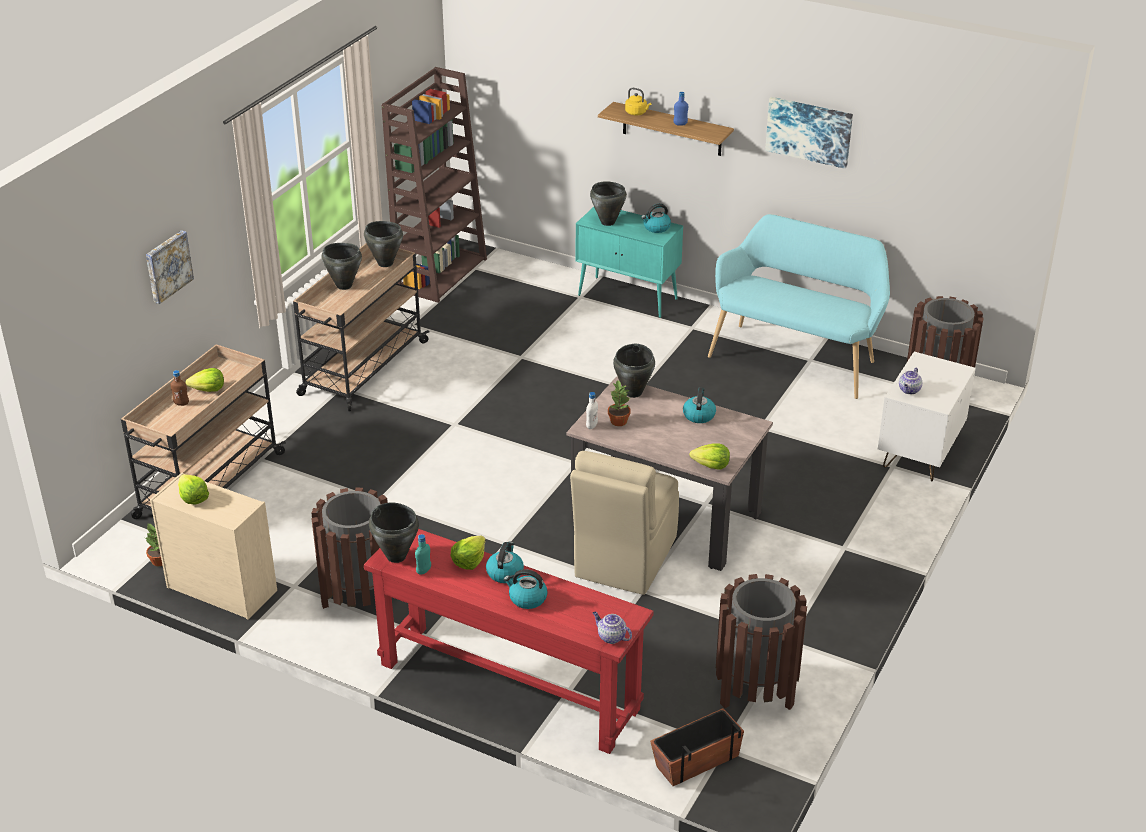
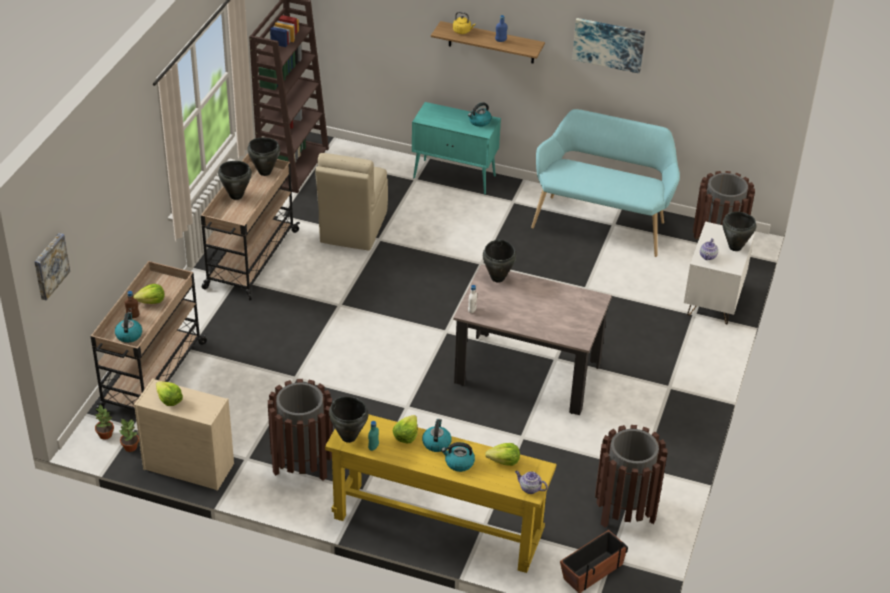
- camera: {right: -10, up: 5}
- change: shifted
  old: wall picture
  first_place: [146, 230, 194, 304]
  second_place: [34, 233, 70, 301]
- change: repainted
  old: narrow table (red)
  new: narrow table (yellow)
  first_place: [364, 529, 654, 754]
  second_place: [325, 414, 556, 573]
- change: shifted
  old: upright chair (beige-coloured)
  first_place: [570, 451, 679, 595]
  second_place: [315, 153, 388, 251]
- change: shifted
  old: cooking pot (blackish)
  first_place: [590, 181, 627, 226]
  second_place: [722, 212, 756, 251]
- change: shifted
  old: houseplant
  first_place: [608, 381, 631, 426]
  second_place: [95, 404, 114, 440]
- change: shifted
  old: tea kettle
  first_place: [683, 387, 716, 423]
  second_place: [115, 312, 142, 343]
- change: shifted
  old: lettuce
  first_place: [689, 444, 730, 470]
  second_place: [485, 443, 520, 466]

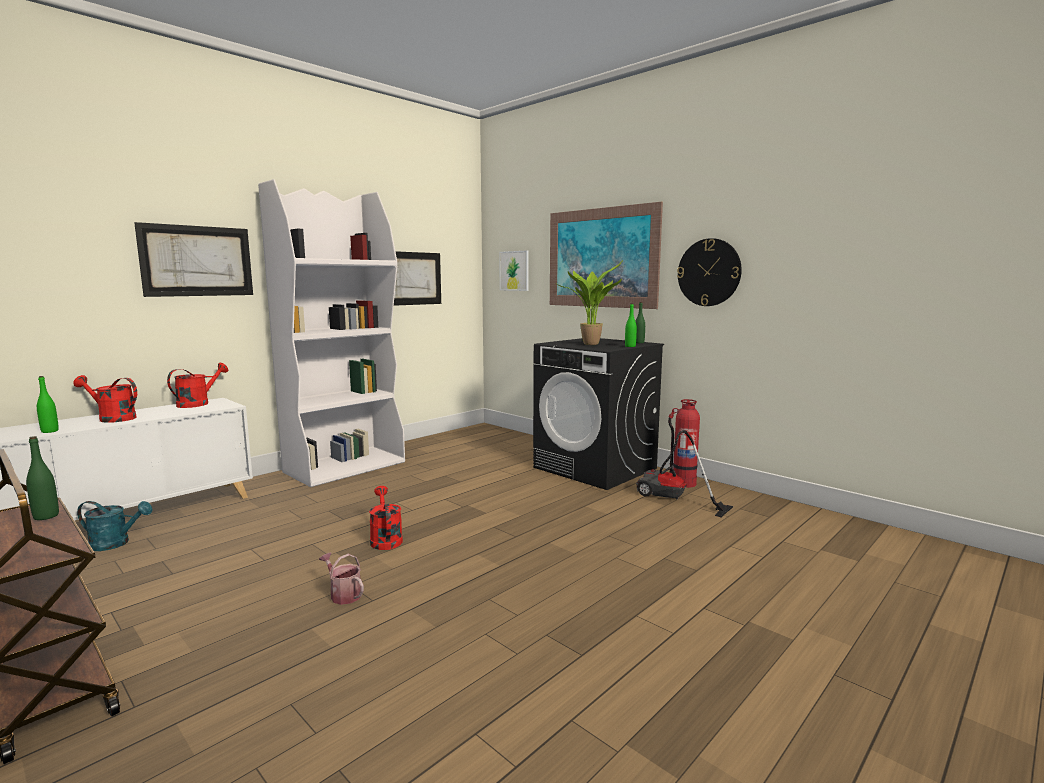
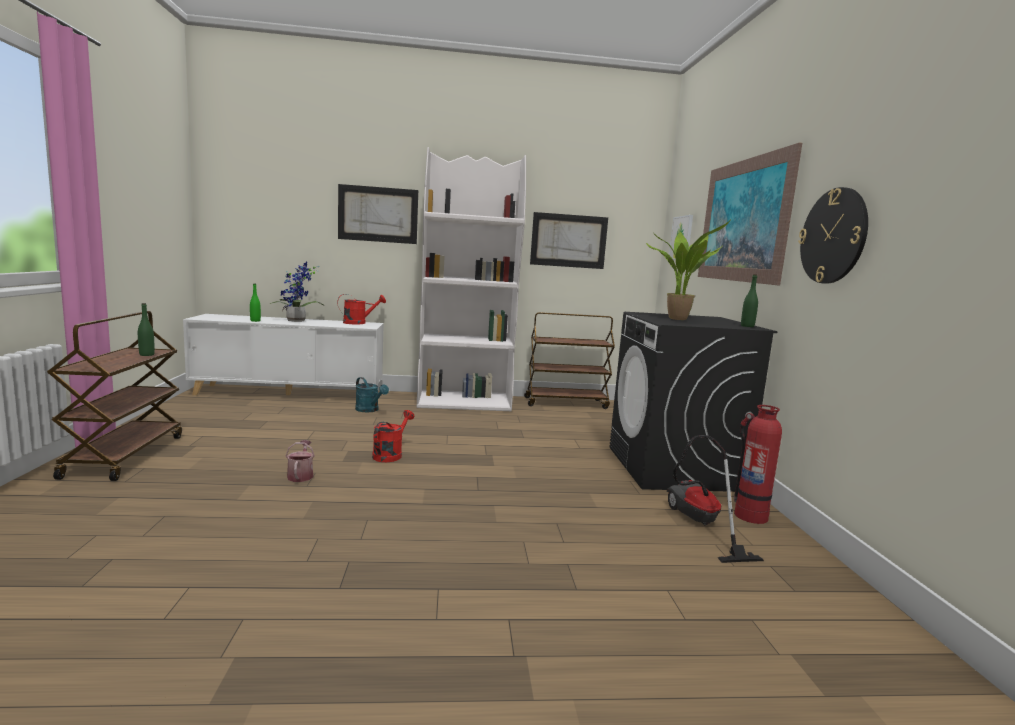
- camera: {right: 40, up: 0}
- change: swapped
  old: watering can (red)
  new: houseplant
  first_place: [73, 375, 137, 423]
  second_place: [270, 262, 325, 322]
- change: shifted
  old: watering can (blue-green)
  first_place: [77, 501, 153, 551]
  second_place: [355, 377, 389, 412]
- change: gone
  old: drink bottle (green)
  first_place: [625, 303, 637, 347]
- change: new
  new: cart (brownish)
  second_place: [524, 312, 615, 409]

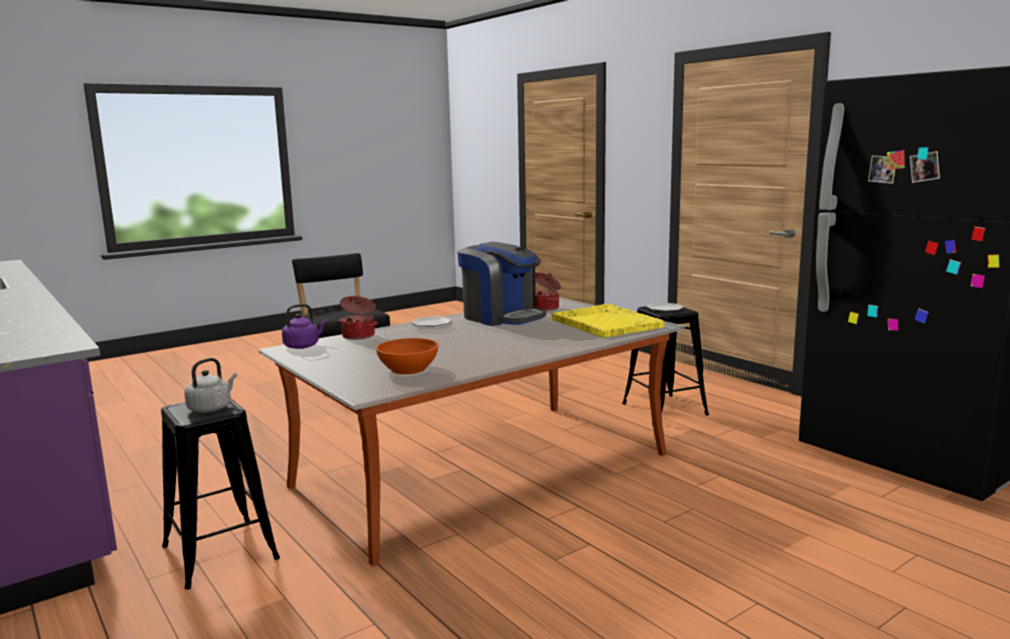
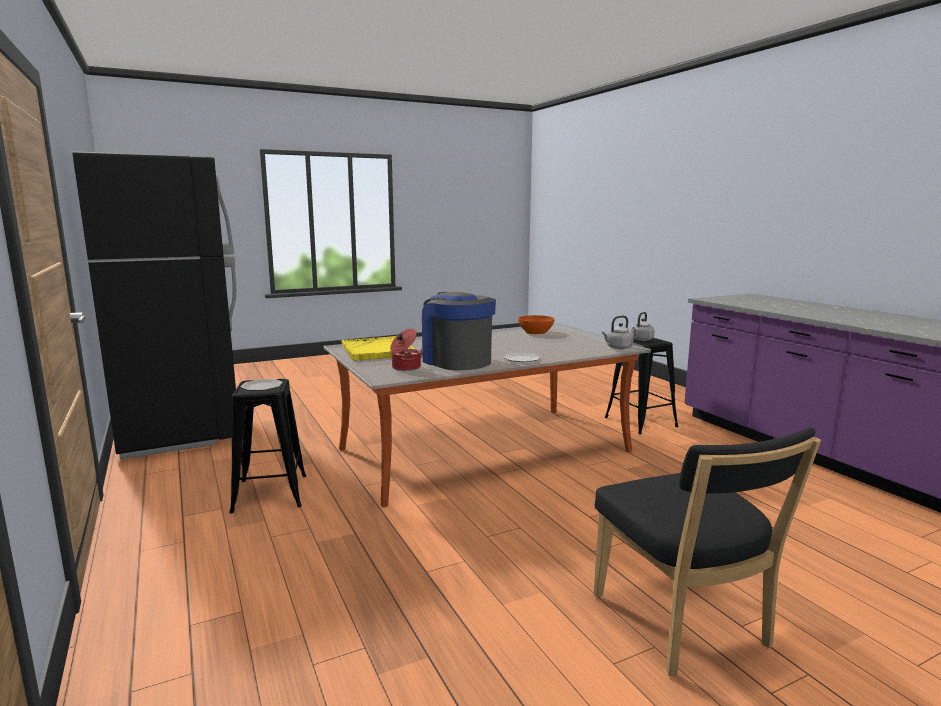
- camera: {right: -170, up: 0}
- change: repainted
  old: tea kettle (purple-coloured)
  new: tea kettle (greyish)
  first_place: [282, 304, 327, 349]
  second_place: [602, 316, 634, 349]
- change: gone
  old: cooking pot
  first_place: [338, 296, 378, 340]

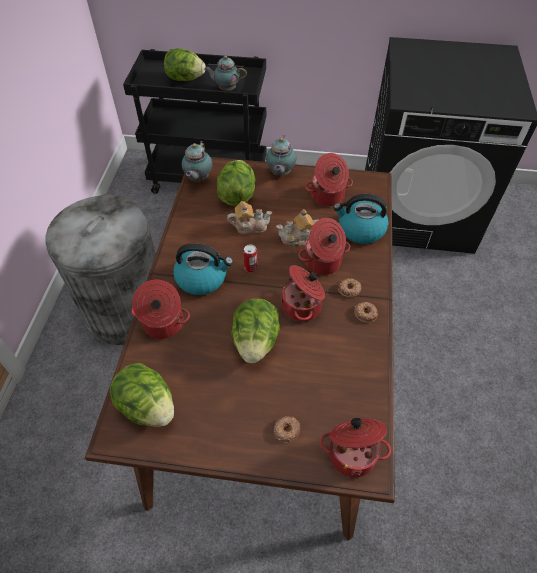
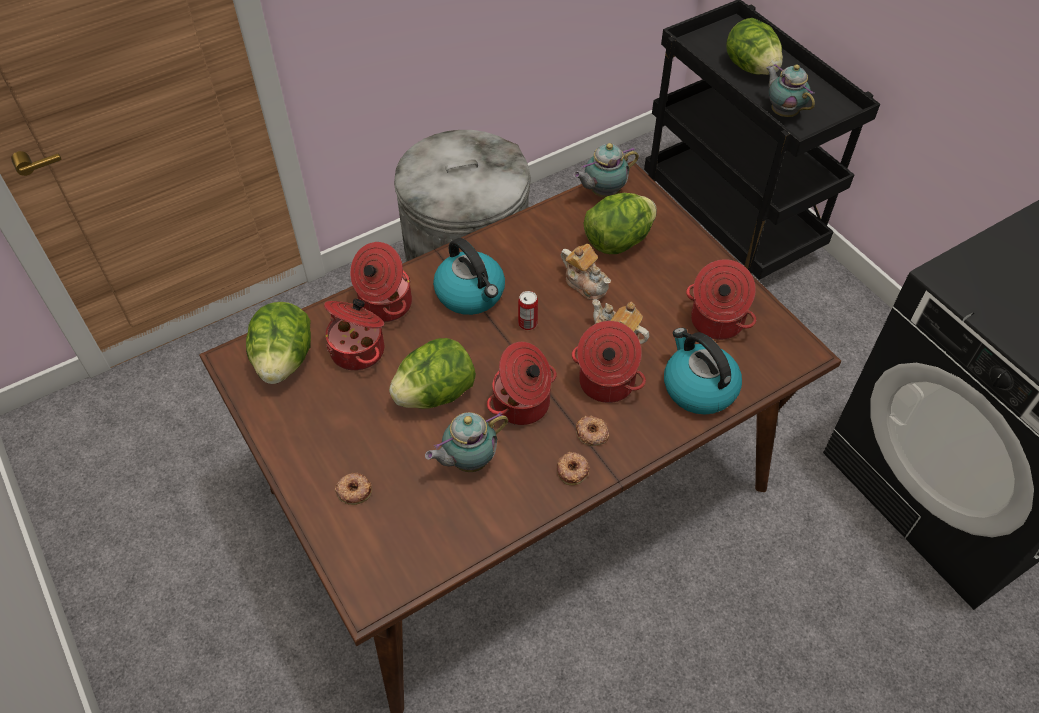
- camera: {right: 50, up: 0}
- change: shifted
  old: pot for tea
  first_place: [266, 135, 296, 176]
  second_place: [425, 412, 508, 472]
- change: shifted
  old: cooking pot
  first_place: [320, 418, 391, 477]
  second_place: [324, 298, 384, 371]

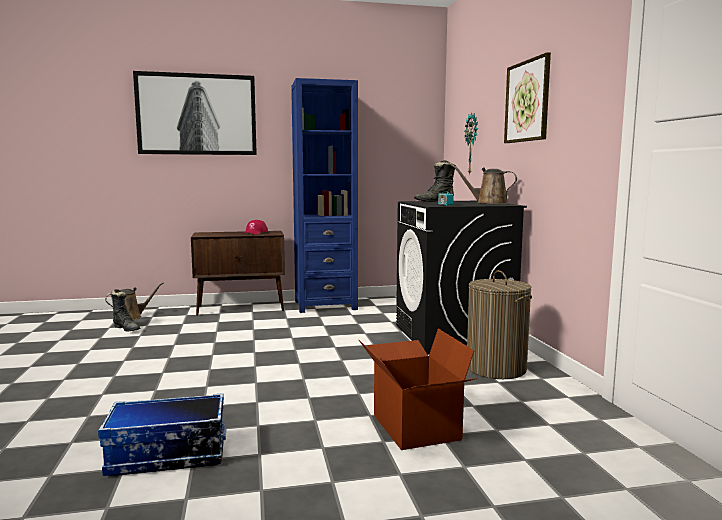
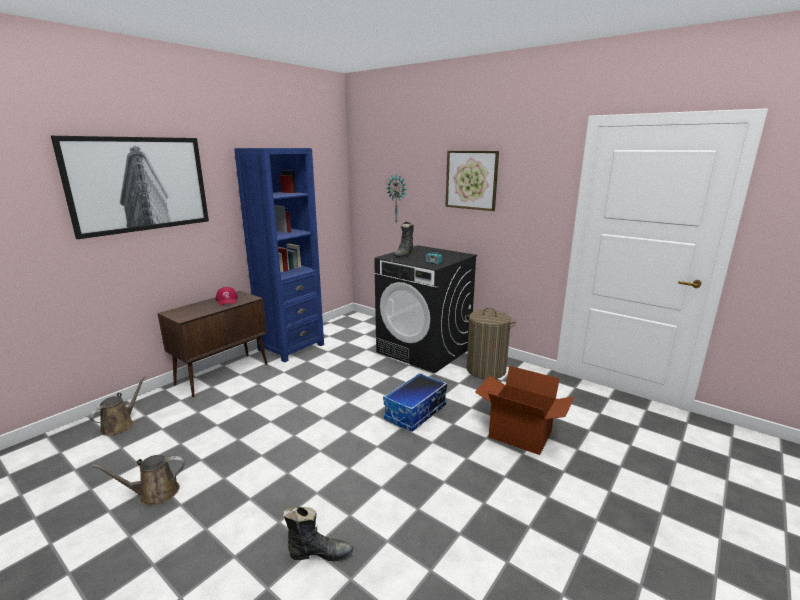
- camera: {right: -40, up: 10}
- change: shifted
  old: storage container
  first_place: [98, 393, 226, 476]
  second_place: [383, 373, 447, 432]
- change: shifted
  old: tall boot (blackish)
  first_place: [111, 289, 140, 331]
  second_place: [283, 507, 353, 561]
- change: shifted
  old: watering can (brownish)
  first_place: [451, 165, 517, 204]
  second_place: [92, 455, 185, 505]

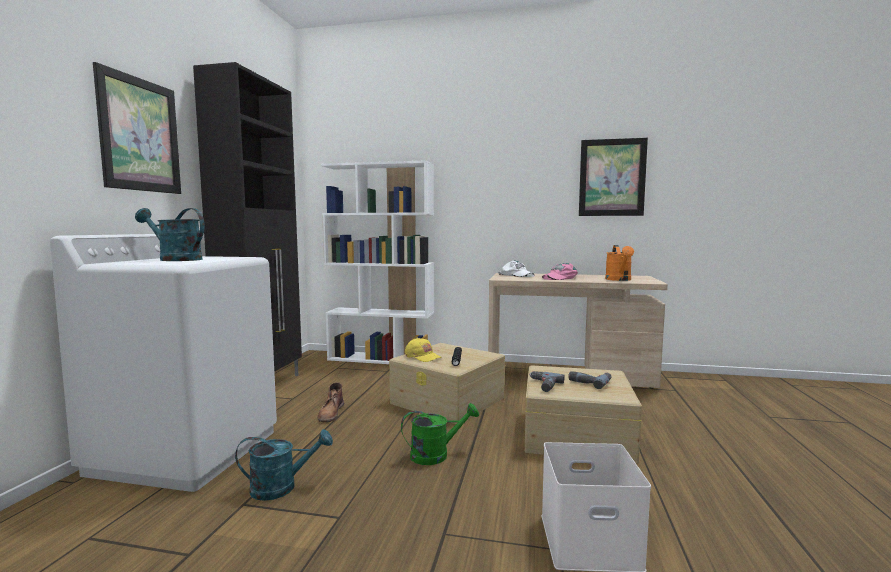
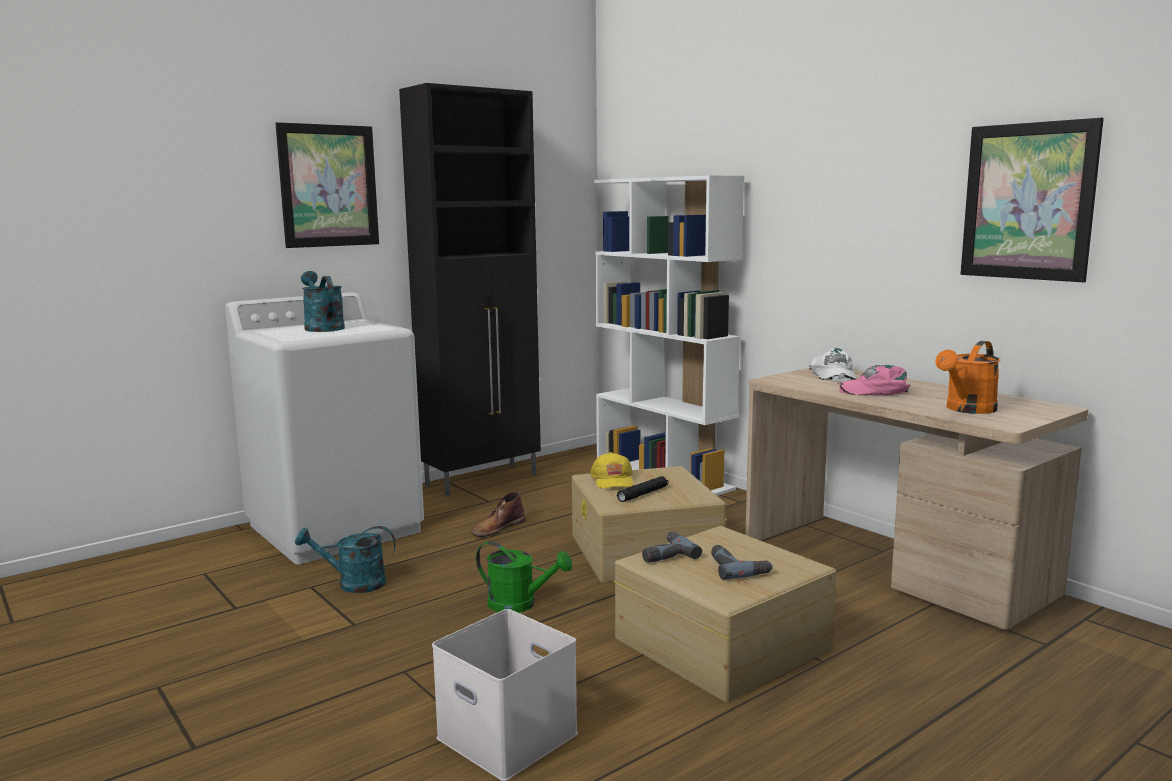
- camera: {right: 40, up: 5}
- change: rotated
  old: watering can (blue-green)
  first_place: [235, 429, 333, 501]
  second_place: [295, 526, 396, 593]
  degrees: 150

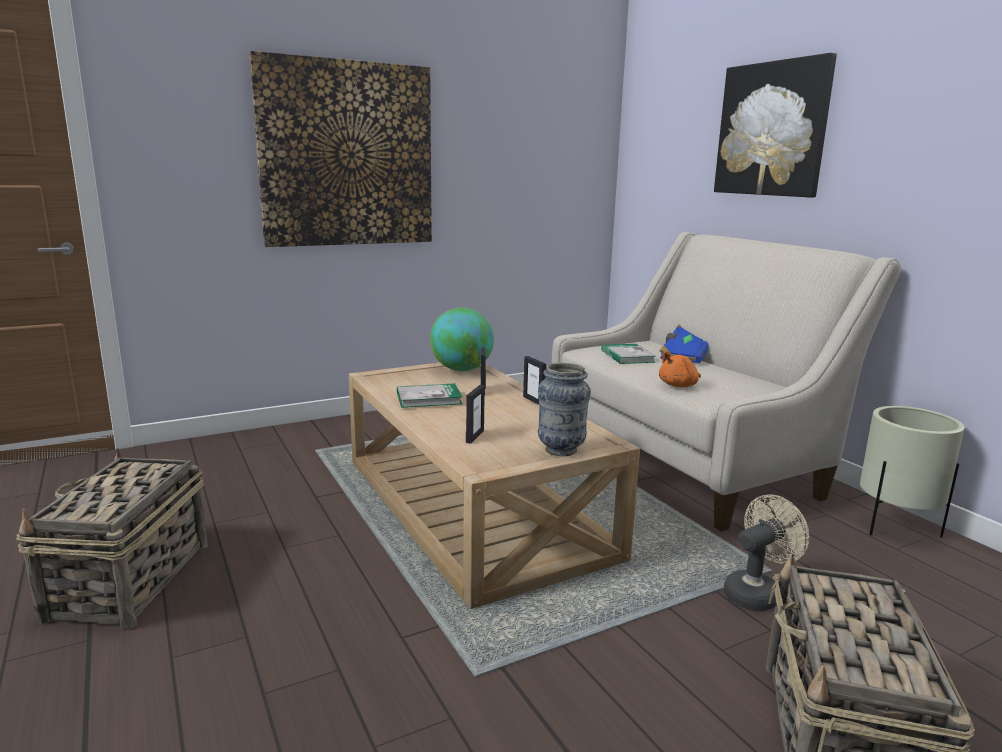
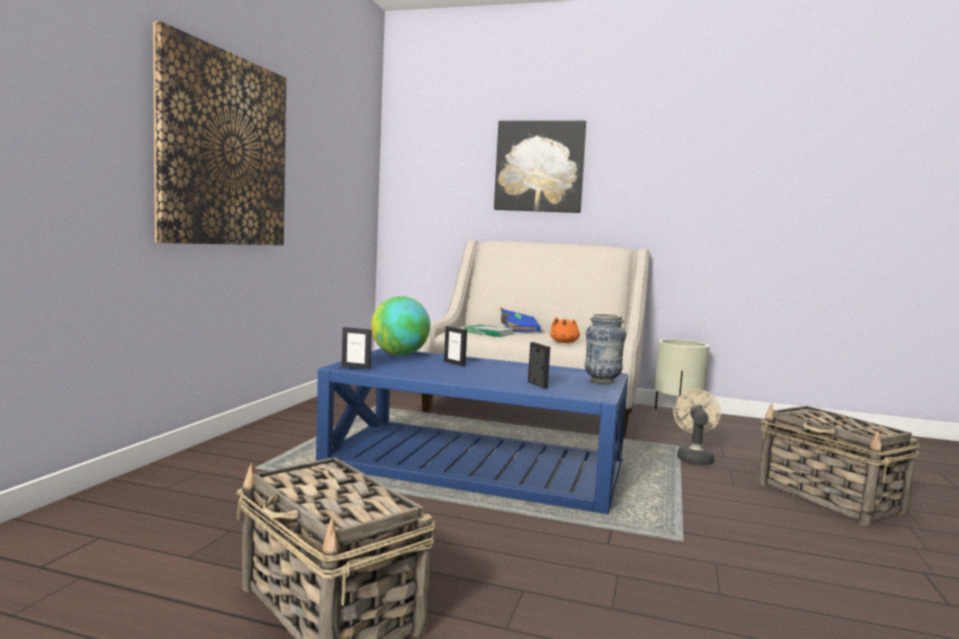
- camera: {right: -45, up: -10}
- change: repainted
  old: low table (beige-coloured)
  new: low table (blue-coloured)
  first_place: [349, 363, 640, 609]
  second_place: [316, 348, 628, 514]
- change: gone
  old: book
  first_place: [397, 383, 462, 408]
- change: shifted
  old: standing frame
  first_place: [523, 356, 546, 405]
  second_place: [342, 327, 372, 369]

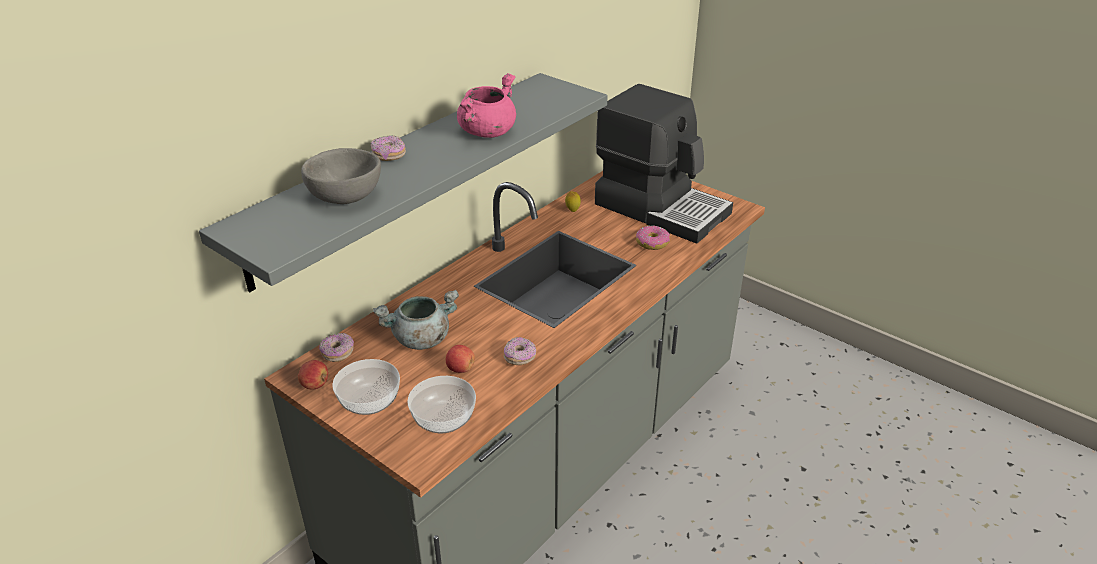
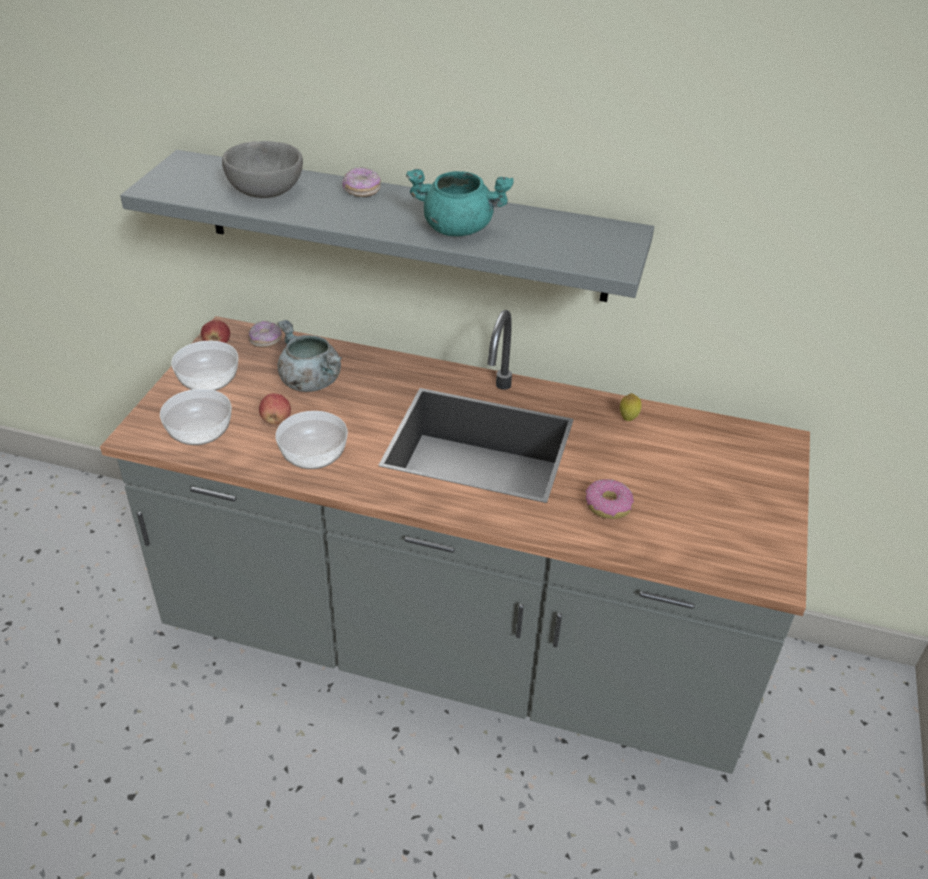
- camera: {right: 65, up: 5}
- change: repainted
  old: cooking pot (pink)
  new: cooking pot (blue-green)
  first_place: [457, 73, 516, 138]
  second_place: [406, 169, 513, 236]
- change: swapped
  old: ring doughnut
  new: serving bowl
  first_place: [504, 337, 536, 365]
  second_place: [276, 411, 348, 469]
- change: gone
  old: coffee maker
  first_place: [595, 84, 733, 244]

